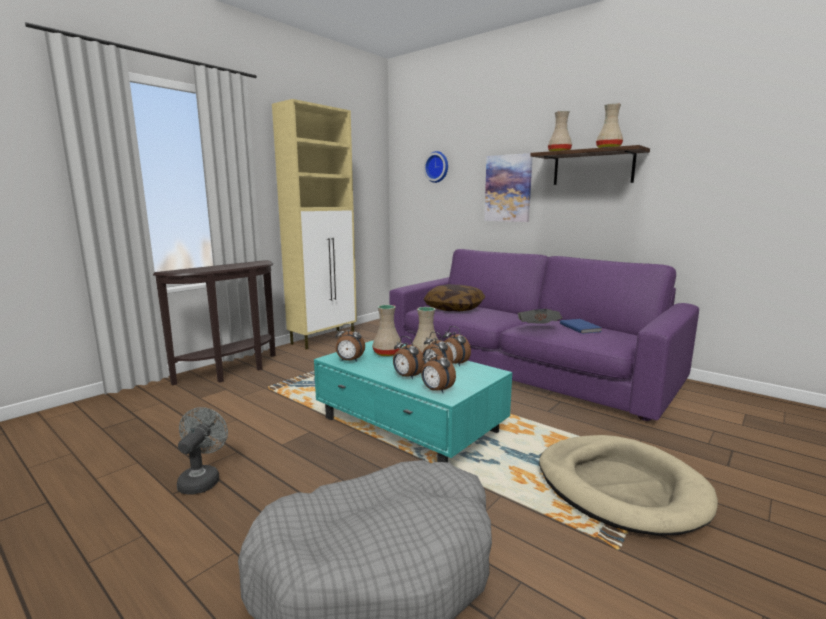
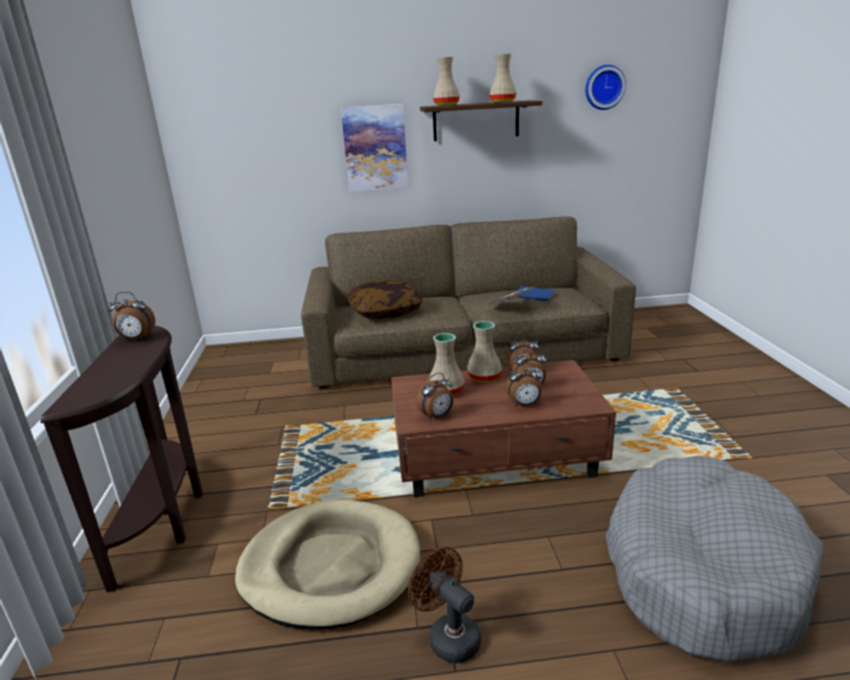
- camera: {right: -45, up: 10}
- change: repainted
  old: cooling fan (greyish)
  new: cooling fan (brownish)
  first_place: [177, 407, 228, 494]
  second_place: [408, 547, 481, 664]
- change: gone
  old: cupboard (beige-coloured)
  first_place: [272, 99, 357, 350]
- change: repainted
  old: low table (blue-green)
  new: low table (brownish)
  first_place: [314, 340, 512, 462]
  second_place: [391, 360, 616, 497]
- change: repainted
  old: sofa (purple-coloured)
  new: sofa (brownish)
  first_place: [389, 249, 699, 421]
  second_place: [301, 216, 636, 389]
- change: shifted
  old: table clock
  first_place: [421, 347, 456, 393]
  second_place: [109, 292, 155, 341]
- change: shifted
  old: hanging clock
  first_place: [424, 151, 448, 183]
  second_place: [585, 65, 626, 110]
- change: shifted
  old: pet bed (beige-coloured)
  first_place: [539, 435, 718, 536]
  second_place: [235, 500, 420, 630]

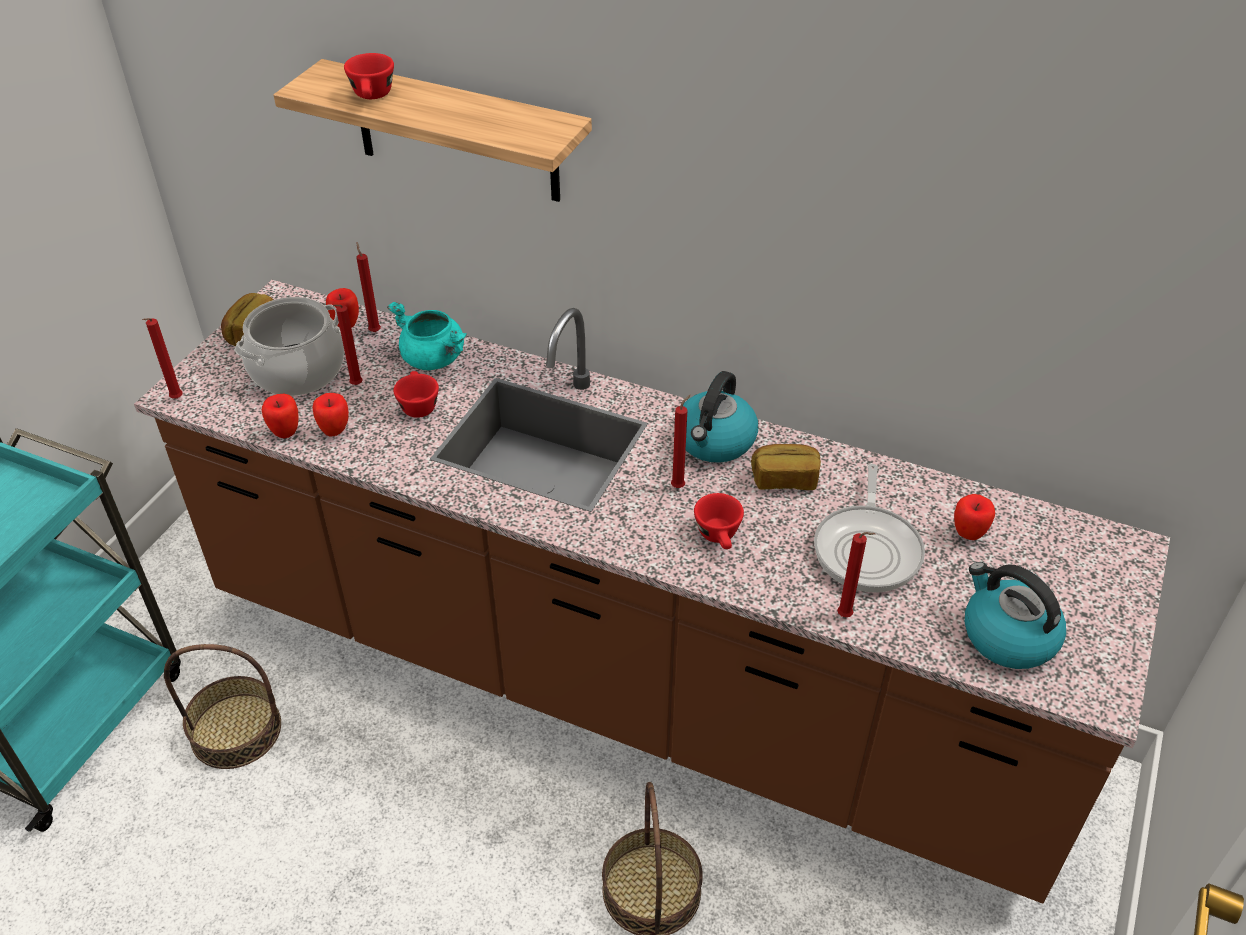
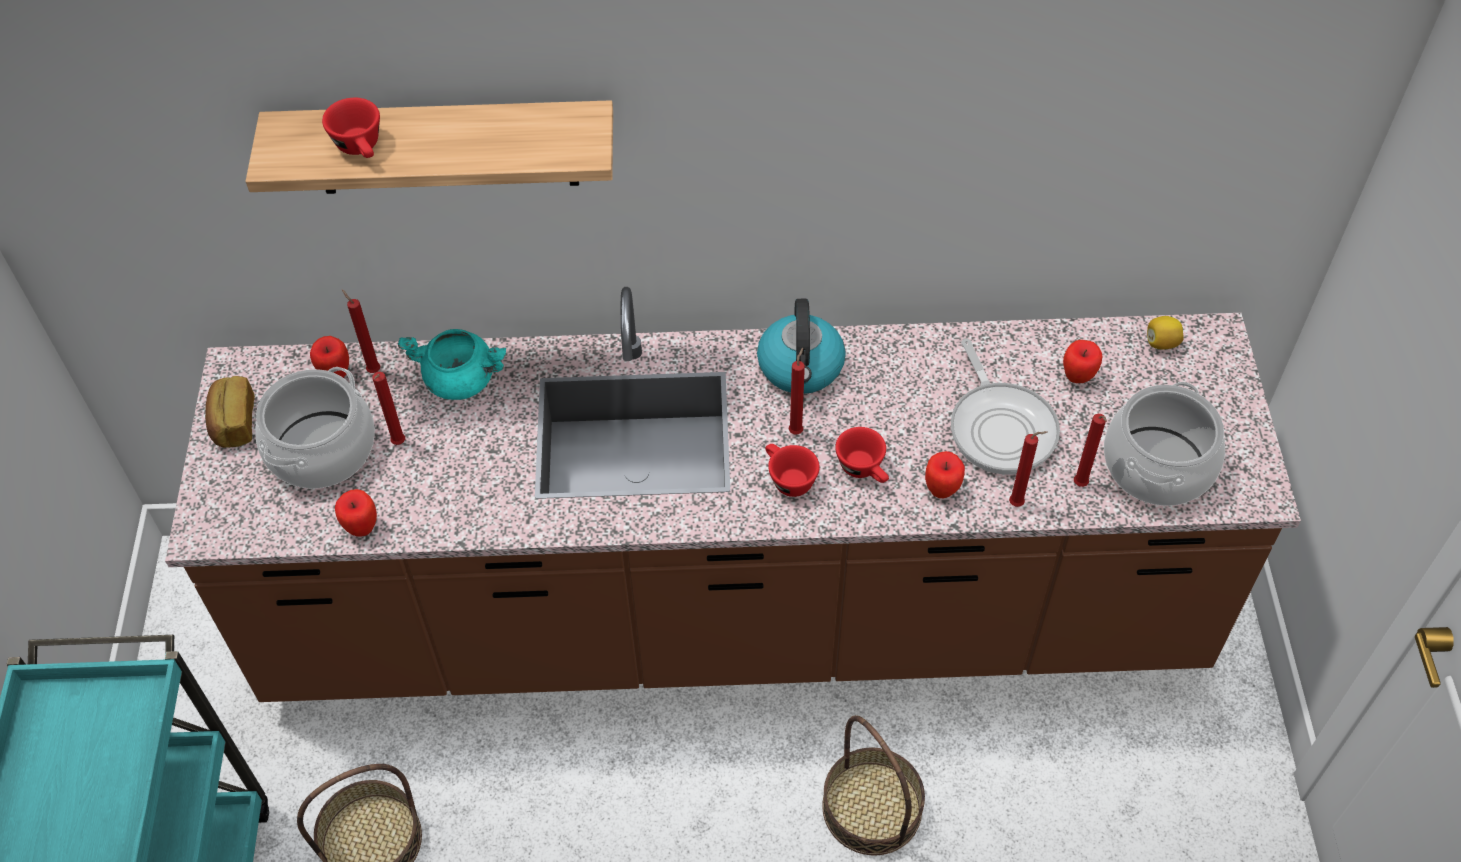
- camera: {right: -25, up: 10}
- change: shifted
  old: wax candle (red)
  first_place: [142, 318, 183, 399]
  second_place: [1074, 414, 1107, 487]
- change: shifted
  old: whole apple
  first_place: [313, 393, 349, 436]
  second_place: [925, 451, 965, 498]
- change: shifted
  old: cup (red)
  first_place: [393, 371, 439, 418]
  second_place: [765, 444, 820, 497]
- change: gone
  old: bread
  first_place: [751, 444, 821, 490]
- change: swapped
  old: tea kettle
  new: cooking pot
  first_place: [965, 562, 1066, 669]
  second_place: [1104, 382, 1225, 506]
- change: new
  new: lemon
  second_place: [1147, 316, 1184, 349]

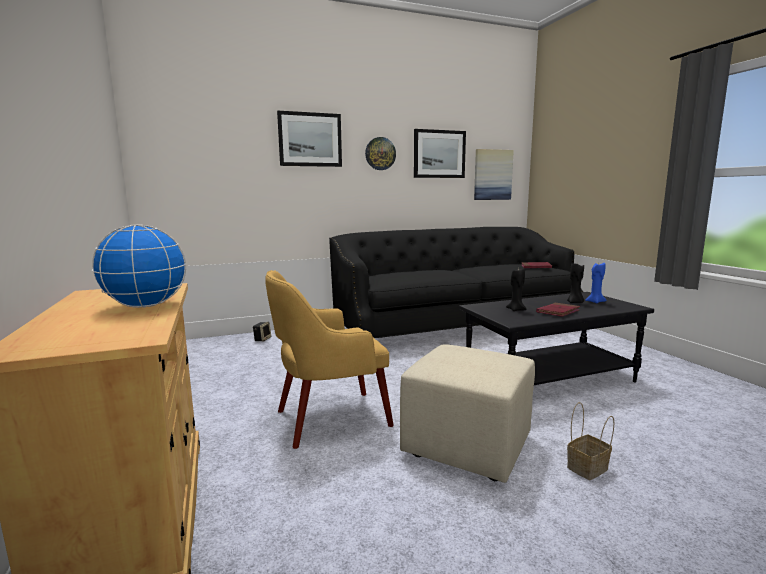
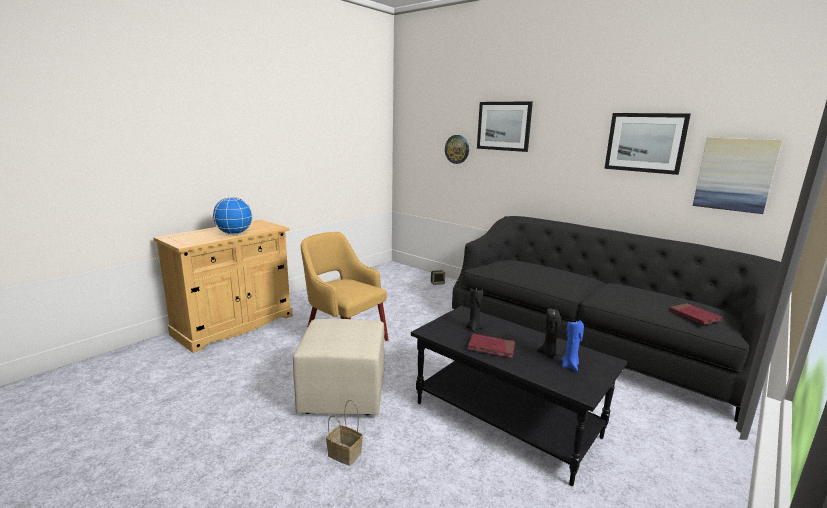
- camera: {right: 60, up: 5}
- change: shifted
  old: hanging clock
  first_place: [365, 137, 396, 170]
  second_place: [445, 135, 469, 164]

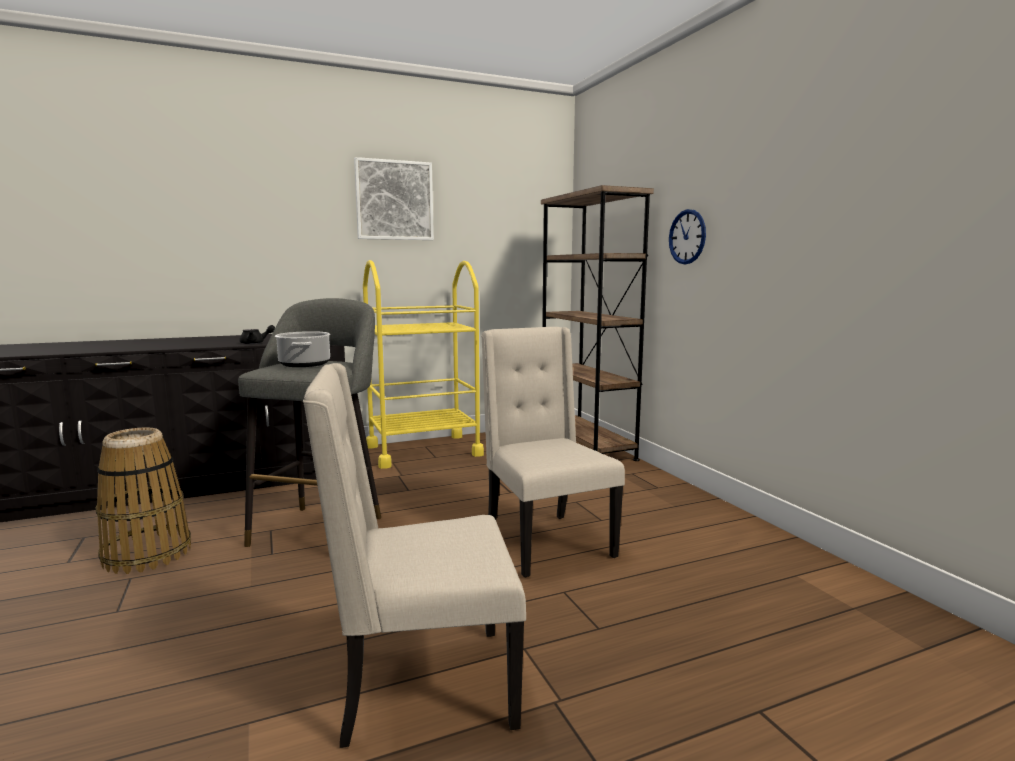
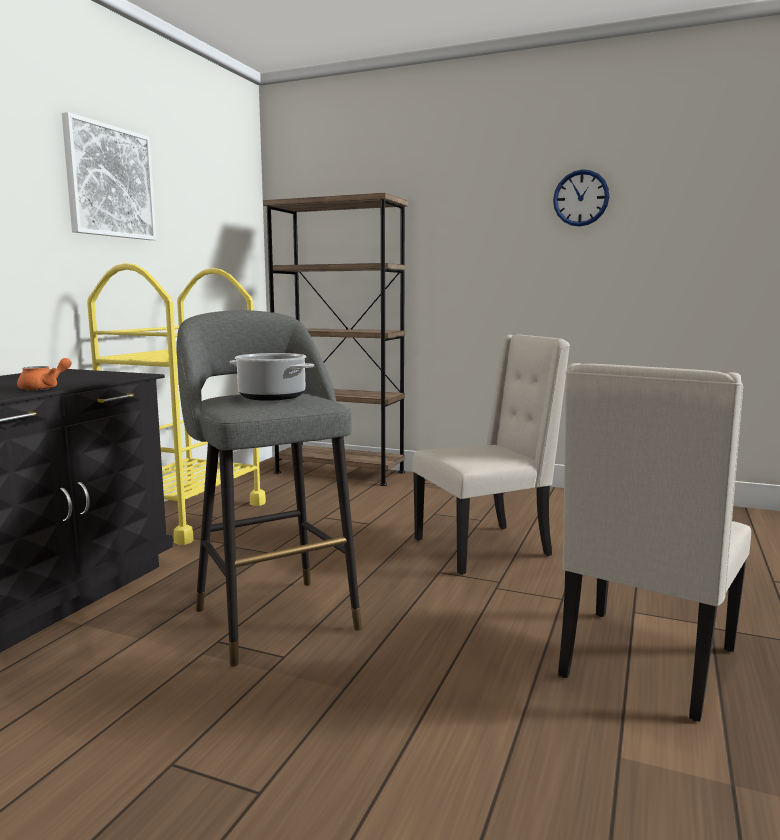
- camera: {right: -45, up: 0}
- change: gone
  old: household basket
  first_place: [96, 427, 191, 574]
- change: repainted
  old: pot for tea (blackish)
  new: pot for tea (orange)
  first_place: [240, 325, 275, 344]
  second_place: [17, 358, 72, 391]
- change: rotated
  old: upright chair (beige-coloured)
  first_place: [481, 327, 625, 577]
  second_place: [412, 334, 570, 575]
  degrees: 135
- change: shifted
  old: hanging clock
  first_place: [669, 209, 706, 264]
  second_place: [553, 169, 610, 227]

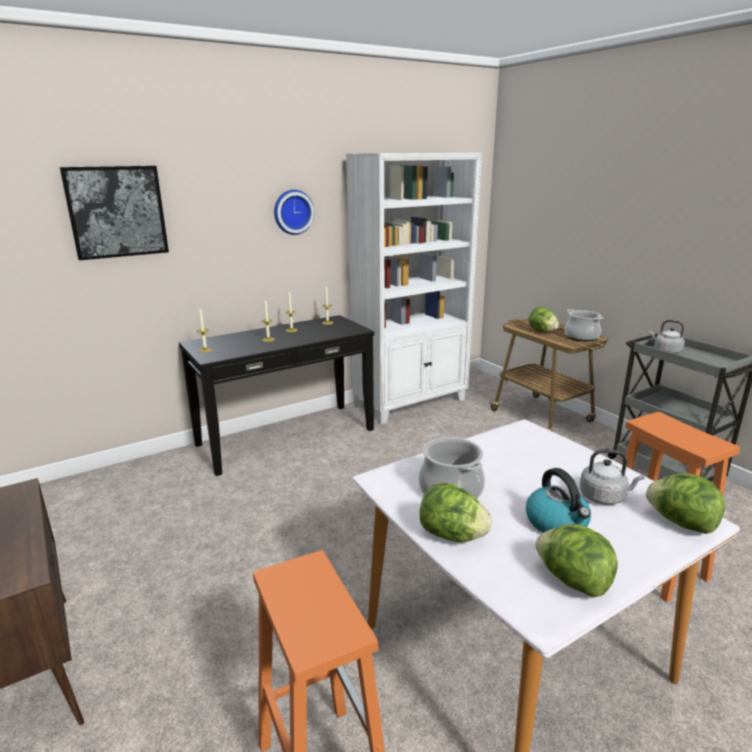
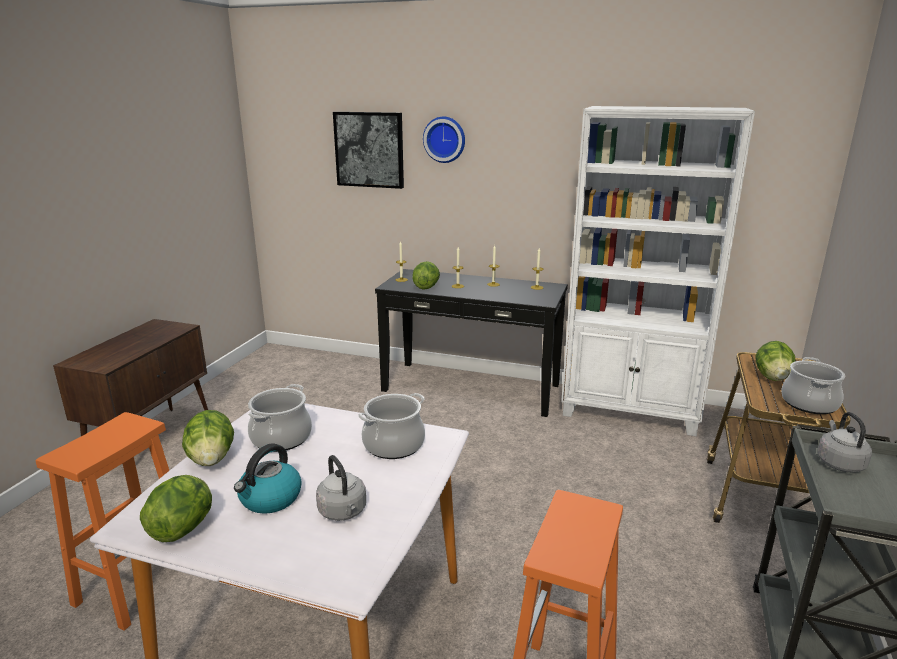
- camera: {right: 50, up: 0}
- change: shifted
  old: hanging clock
  first_place: [274, 190, 314, 235]
  second_place: [423, 117, 465, 163]
- change: shifted
  old: lettuce
  first_place: [646, 473, 725, 534]
  second_place: [412, 261, 440, 290]
- change: new
  new: cooking pot
  second_place: [358, 393, 425, 459]

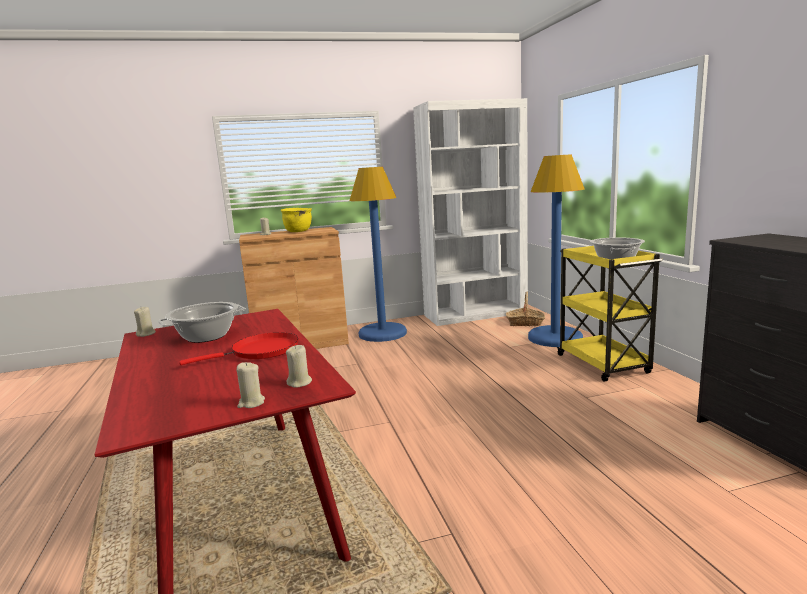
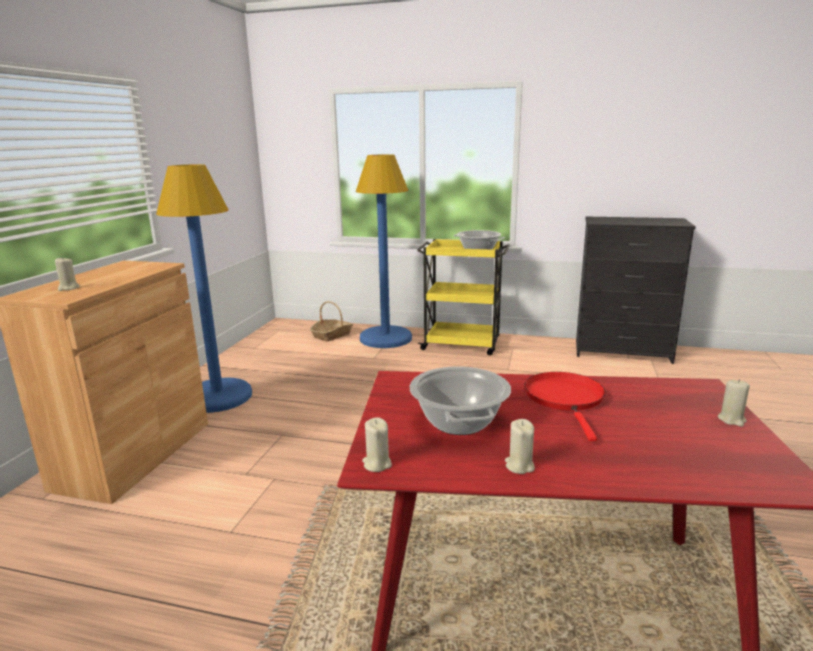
- camera: {right: -60, up: 5}
- change: gone
  old: cooking pot (yellow)
  first_place: [281, 208, 312, 232]
- change: shifted
  old: wax candle (beige-coloured)
  first_place: [286, 345, 312, 388]
  second_place: [505, 419, 535, 474]
- change: gone
  old: bookcase (whitish)
  first_place: [413, 98, 528, 326]

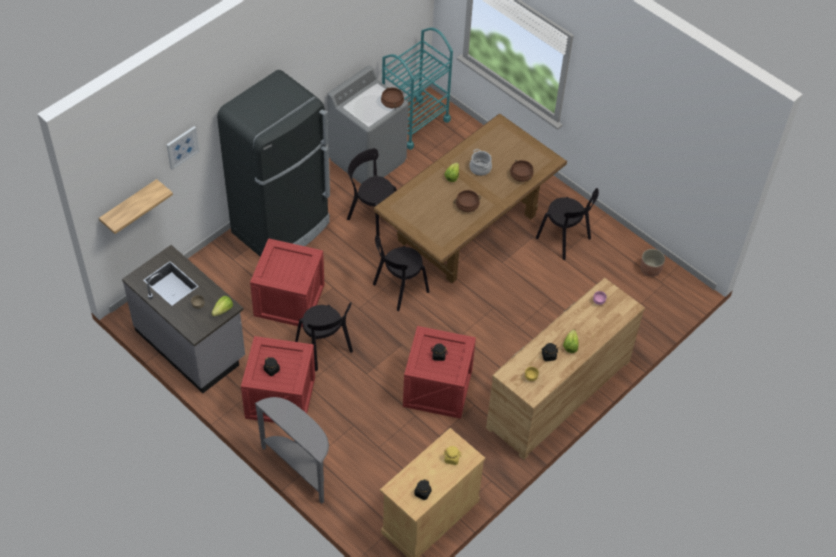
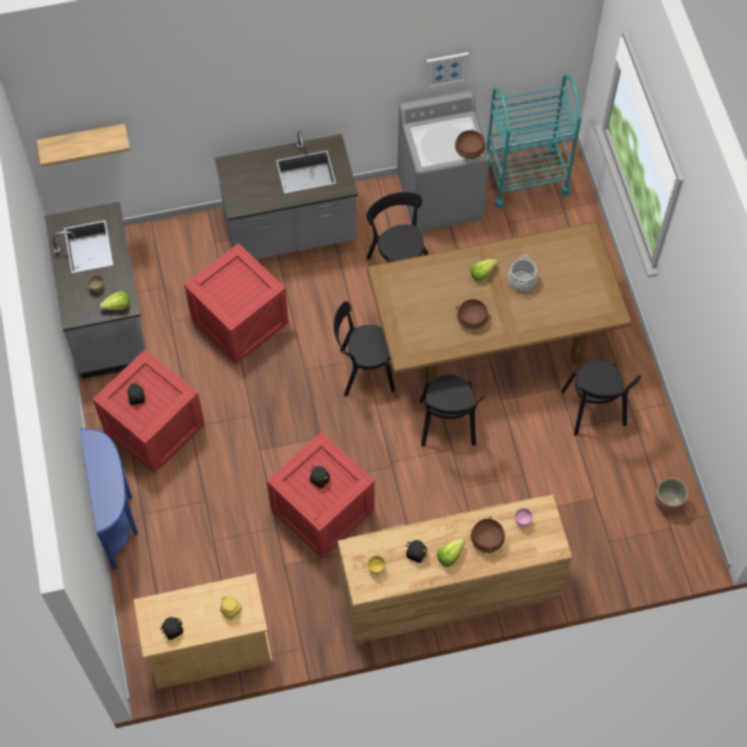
- camera: {right: 35, up: 10}
- change: shifted
  old: wall picture
  first_place: [166, 126, 200, 170]
  second_place: [425, 52, 469, 89]
- change: swapped
  old: kitchen fridge (blackish)
  new: kitchen counter (greyish)
  first_place: [217, 70, 330, 257]
  second_place: [215, 131, 358, 259]
- change: repainted
  old: narrow table (greyish)
  new: narrow table (blue-coloured)
  first_place: [254, 397, 329, 504]
  second_place: [80, 428, 138, 569]
- change: shifted
  old: upright chair (blackish)
  first_place: [295, 302, 353, 371]
  second_place: [420, 375, 484, 447]
- change: shifted
  old: cooking pot (brownish)
  first_place: [510, 160, 534, 182]
  second_place: [471, 516, 505, 554]

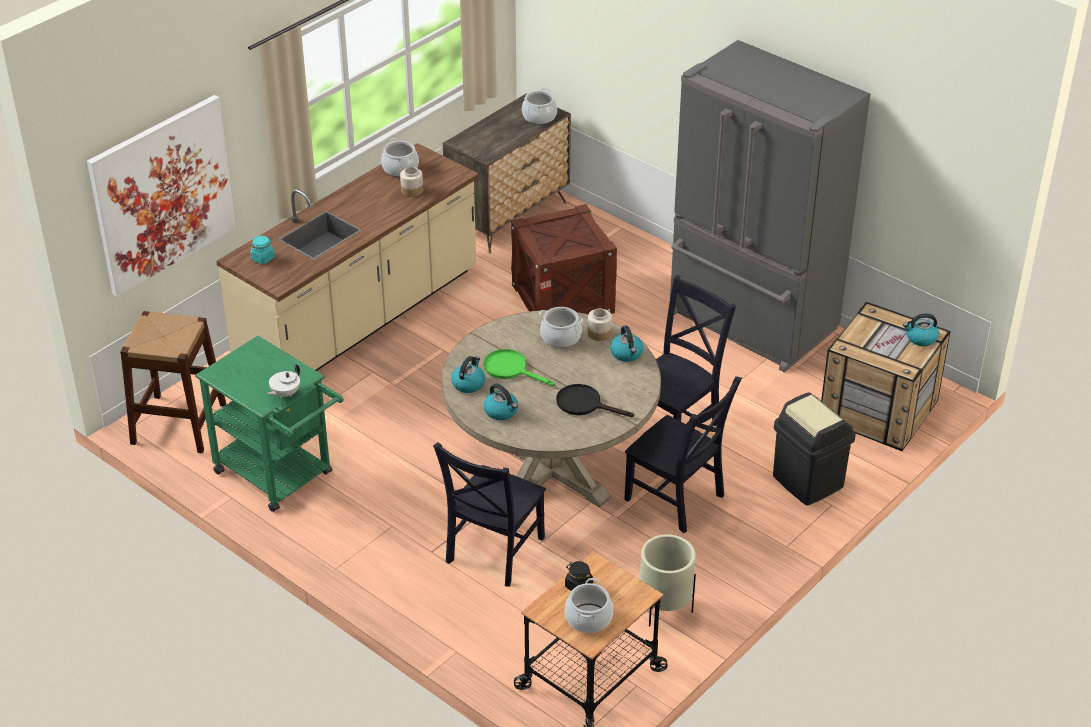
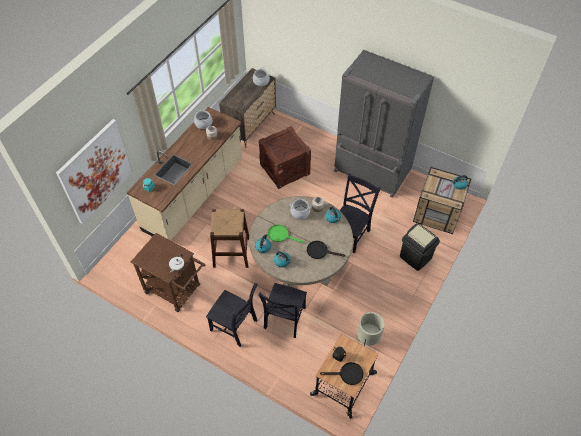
- camera: {right: -10, up: 15}
- change: shifted
  old: sitting stool (brownish)
  first_place: [120, 311, 226, 453]
  second_place: [210, 209, 249, 268]
- change: repainted
  old: cart (green)
  new: cart (brownish)
  first_place: [195, 336, 344, 512]
  second_place: [131, 233, 206, 312]
- change: swapped
  old: cooking pot
  new: frying pan (blackish)
  first_place: [565, 578, 613, 633]
  second_place: [320, 362, 363, 385]
- change: shifted
  old: upright chair (blackish)
  first_place: [624, 376, 742, 533]
  second_place: [206, 283, 258, 347]

